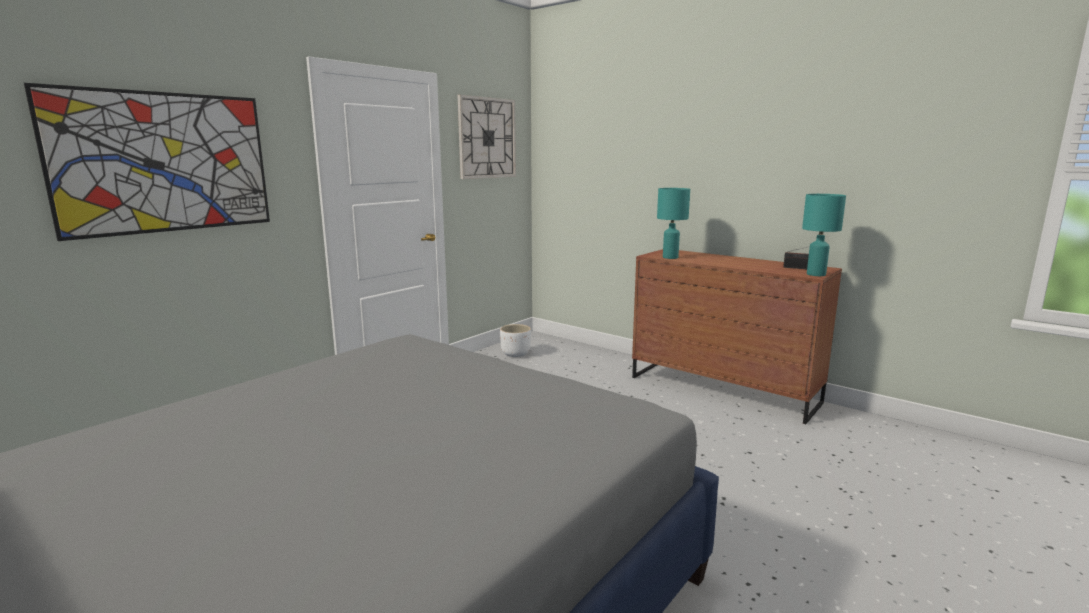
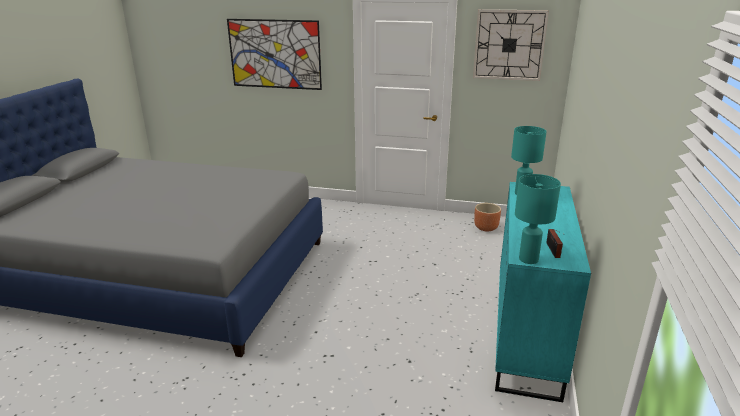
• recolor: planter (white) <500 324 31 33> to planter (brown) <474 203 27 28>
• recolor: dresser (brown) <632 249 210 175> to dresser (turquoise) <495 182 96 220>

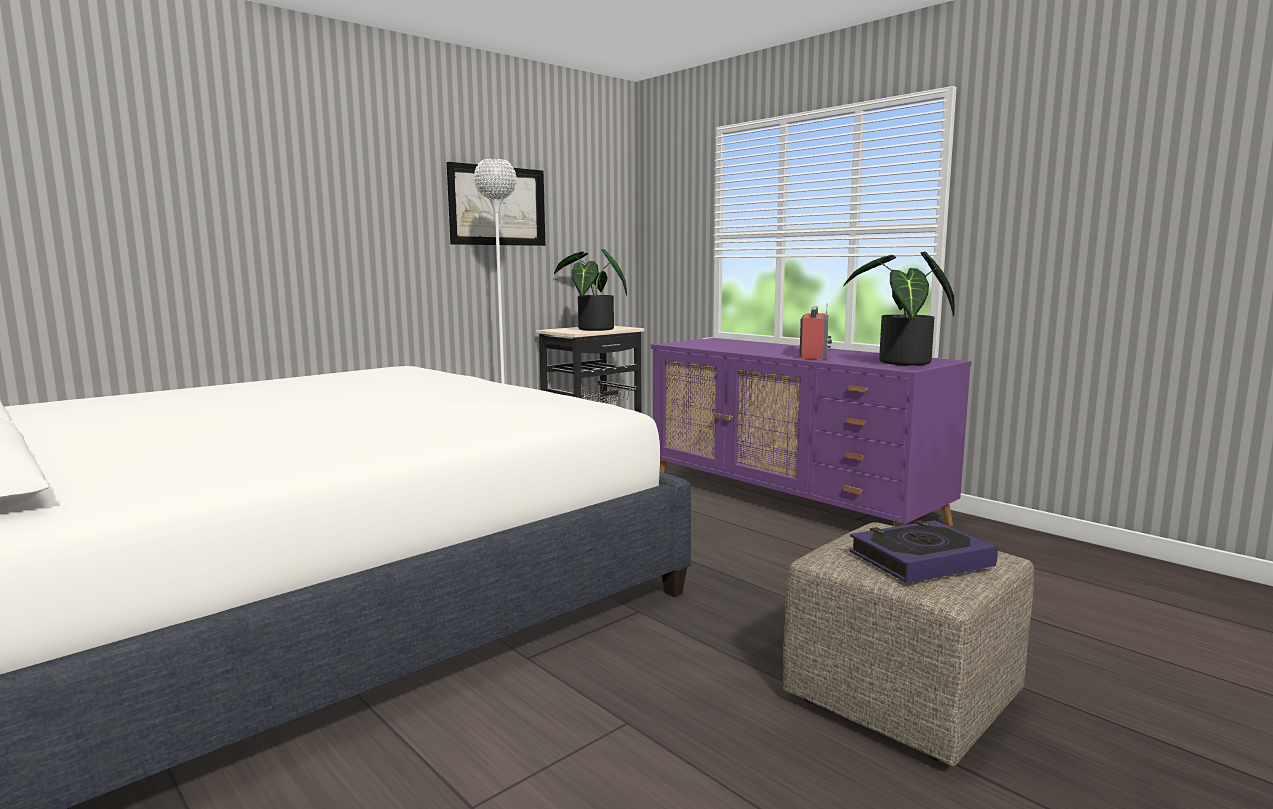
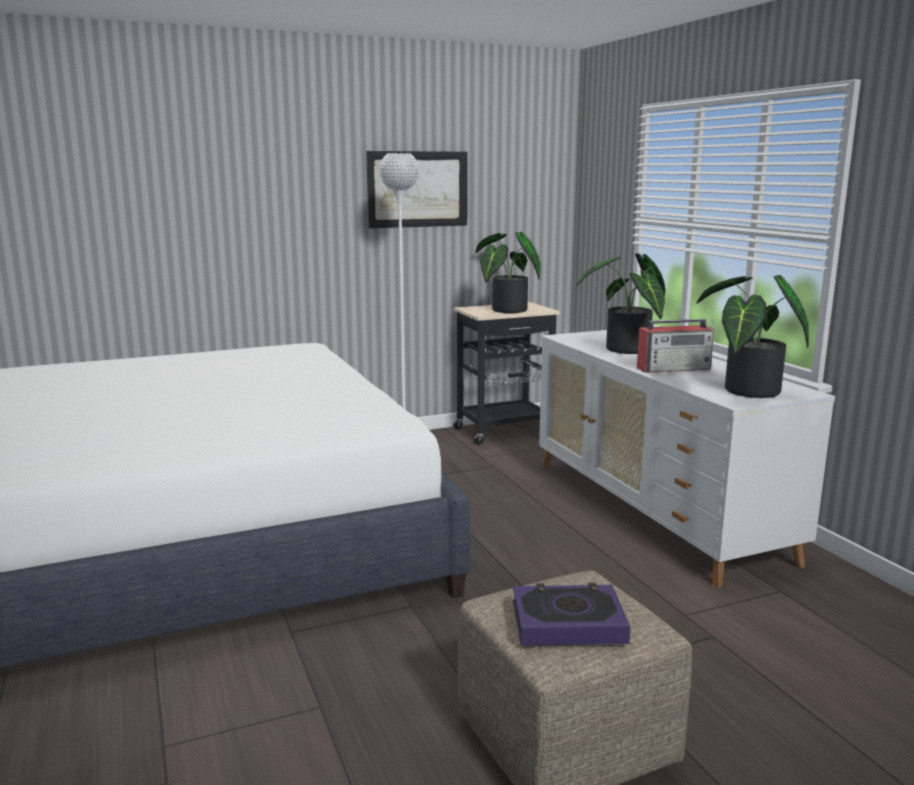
• recolor: dresser (purple) <651 338 320 189> to dresser (white) <539 330 296 259>
• insert: potted plant <577 253 88 101>
• rotate: radio <799 303 33 57> = <637 318 77 55> 45 degrees clockwise

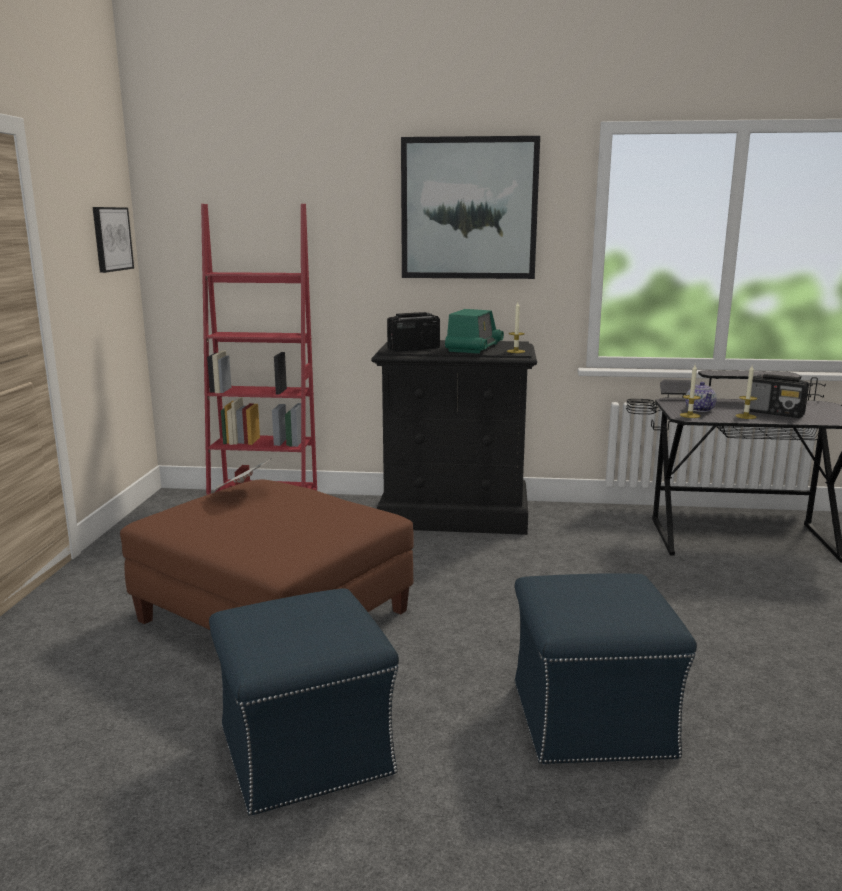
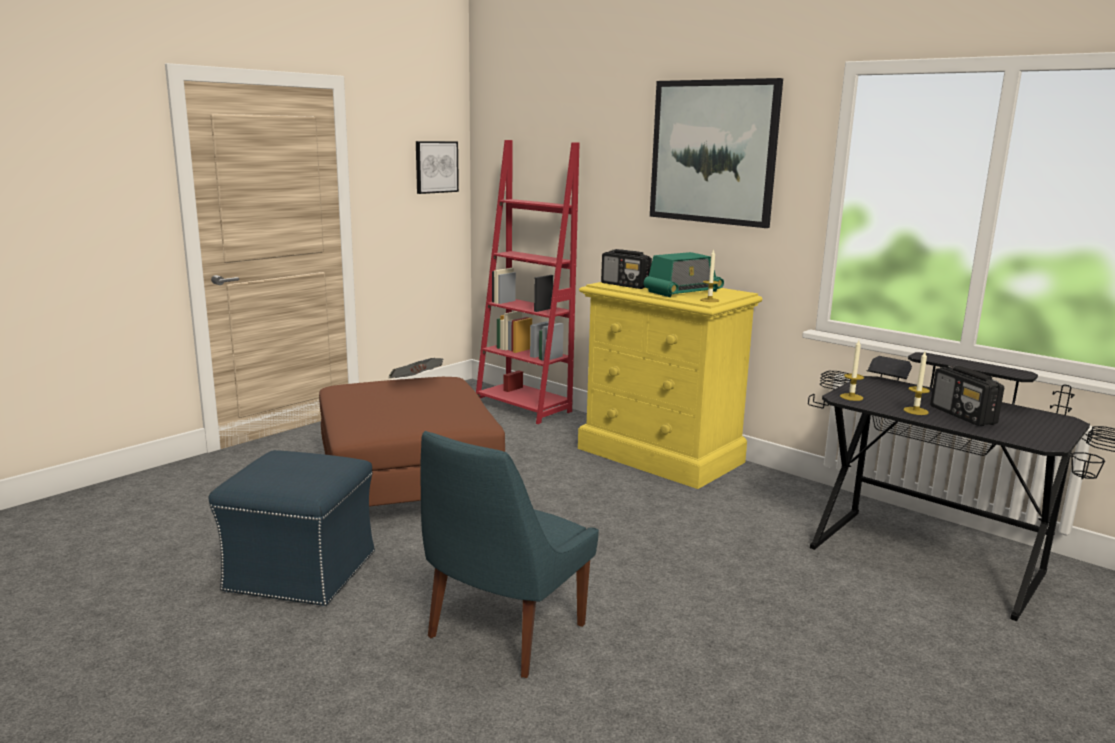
• replace: ottoman (blue) <514 573 183 192> to chair (blue) <420 431 179 247>
• recolor: dresser (black) <371 340 166 195> to dresser (yellow) <578 282 184 207>
• rotate: radio <387 312 53 40> = <601 249 51 40> 150 degrees counterclockwise
• delete: teapot <685 382 32 30>

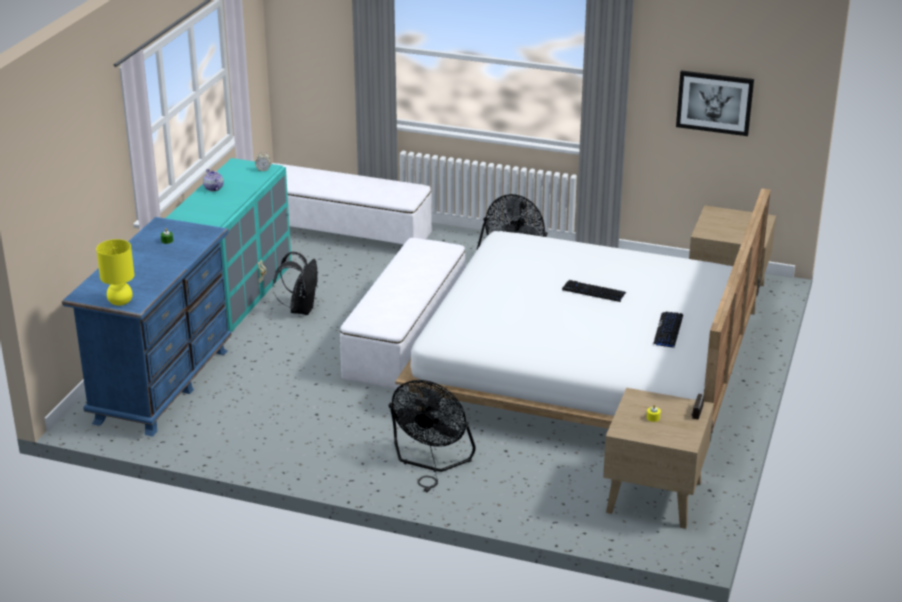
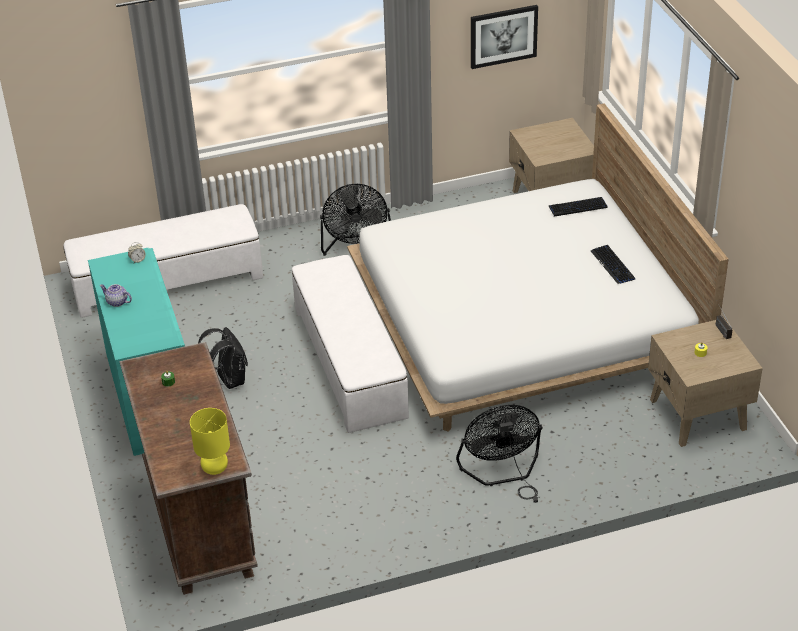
• recolor: dresser (blue) <62 217 170 220> to dresser (brown) <119 342 139 253>
• move: keyboard <562 280 64 22> to <549 197 58 20>

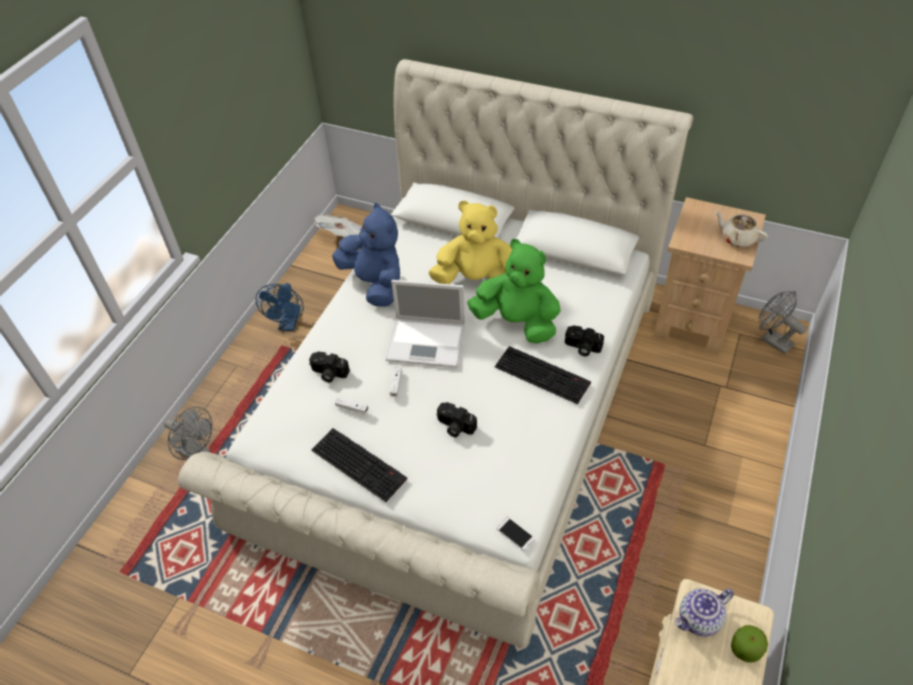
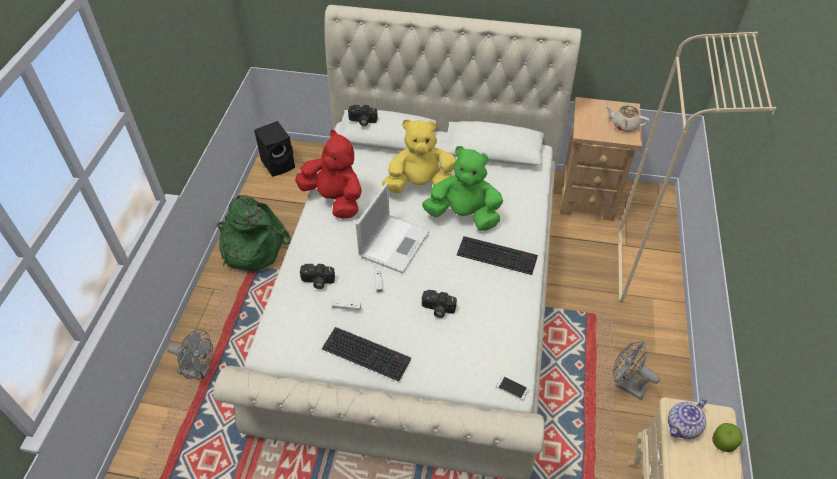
• replace: fan (blue) <256 283 48 48> to backpack (green) <217 195 74 76>
• replace: newspaper <314 215 48 22> to speaker (black) <254 121 41 56>
• recolor: plush toy (blue) <332 203 68 104> to plush toy (red) <295 130 67 89>
• move: photo camera <565 325 39 31> to <348 105 30 21>
• rotate: laptop <386 280 79 87> = <356 183 74 91> 60 degrees counterclockwise
• move: fan (grey) <758 291 48 63> to <613 341 47 59>
• insert: clothes rack (beige) <618 32 158 270>

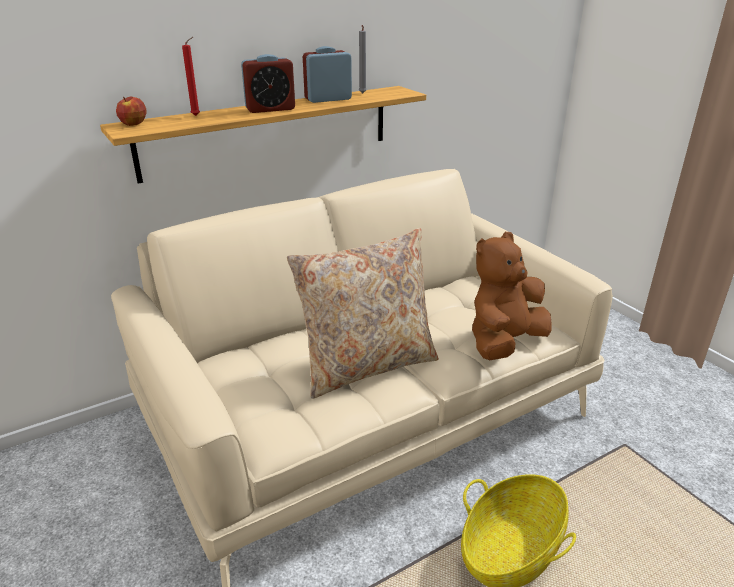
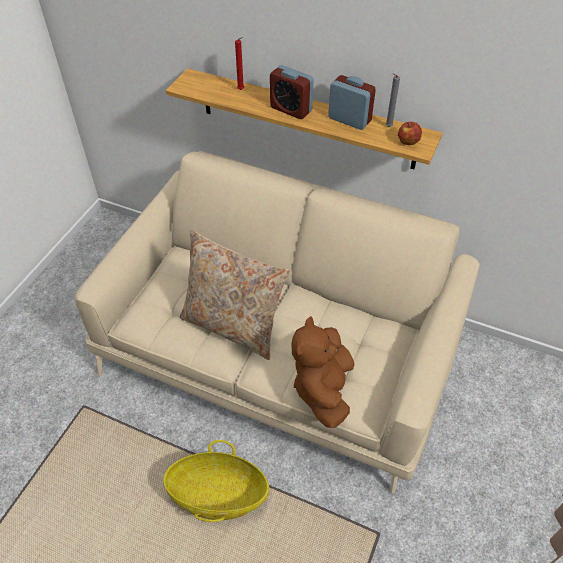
• rotate: plush toy (brown) <472 232 80 128> = <291 316 64 112> 90 degrees counterclockwise
• move: apple <116 96 31 30> to <398 122 24 23>

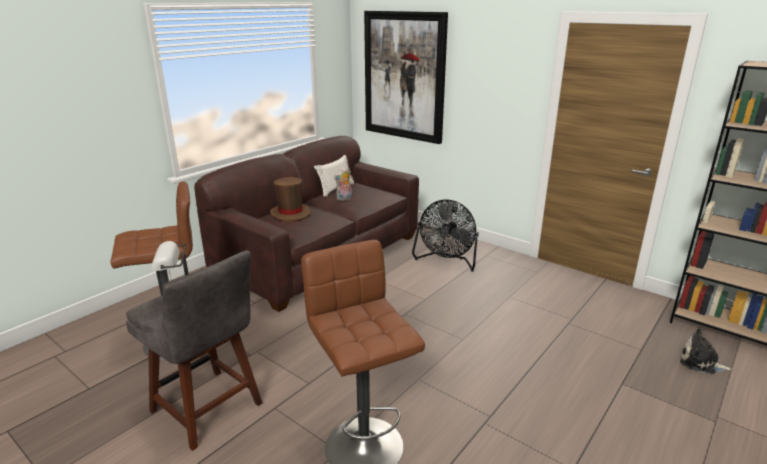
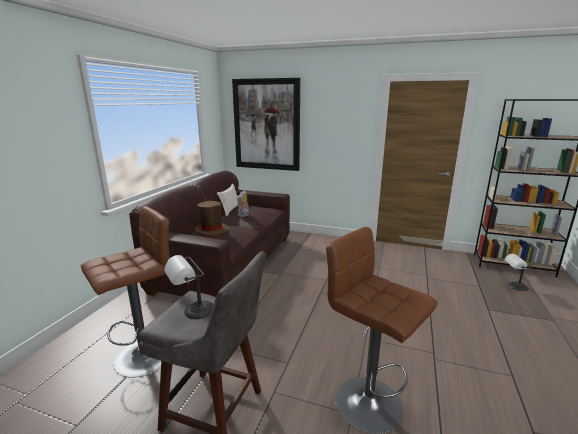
• replace: plush toy <680 328 53 46> to table lamp <504 254 29 37>
• delete: fan (black) <412 200 67 72>

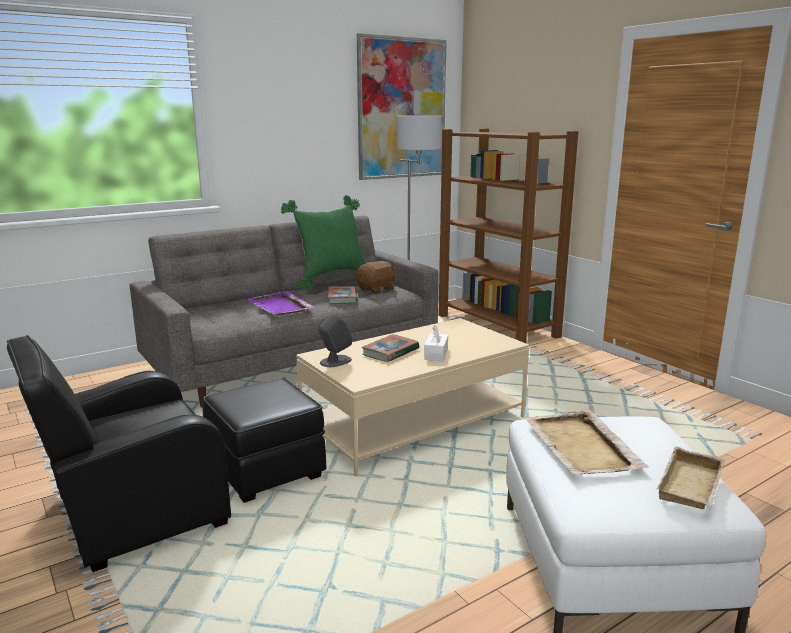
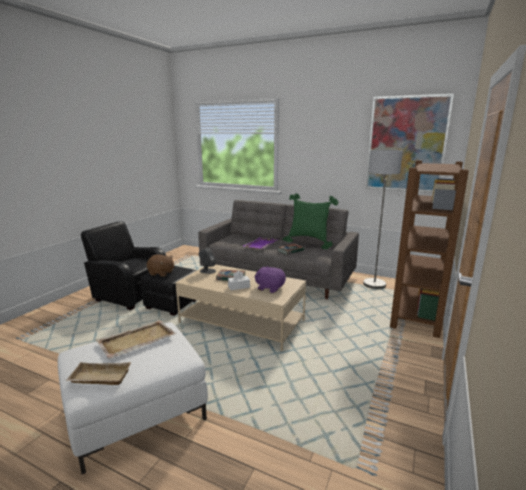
• move: plush toy (brown) <356 261 40 33> to <147 255 27 22>
• insert: plush toy (purple) <254 266 32 27>

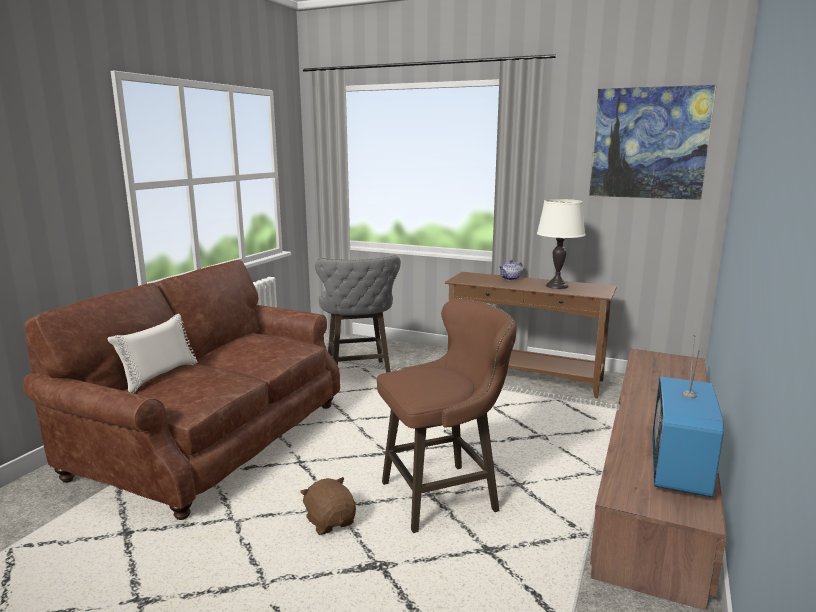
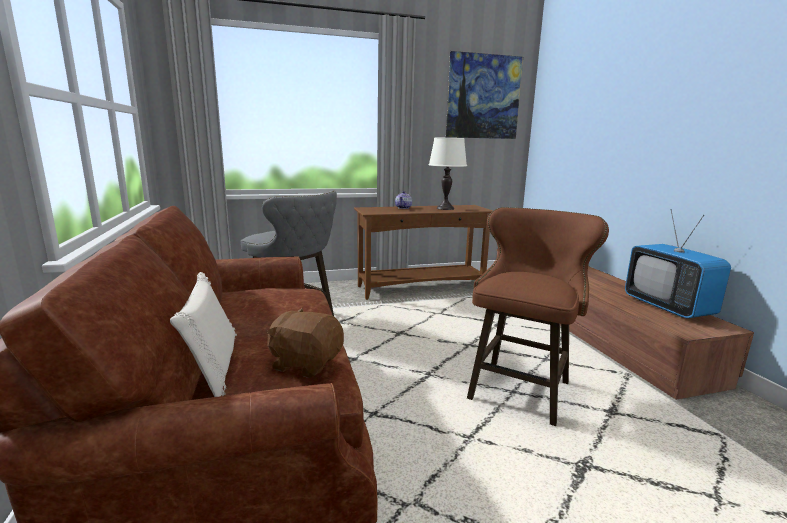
• move: plush toy (brown) <300 477 56 58> to <267 308 77 70>

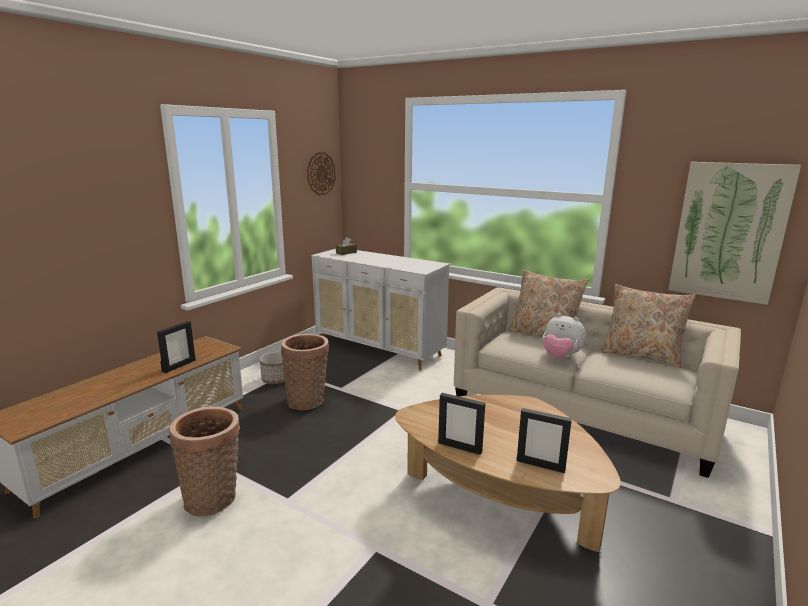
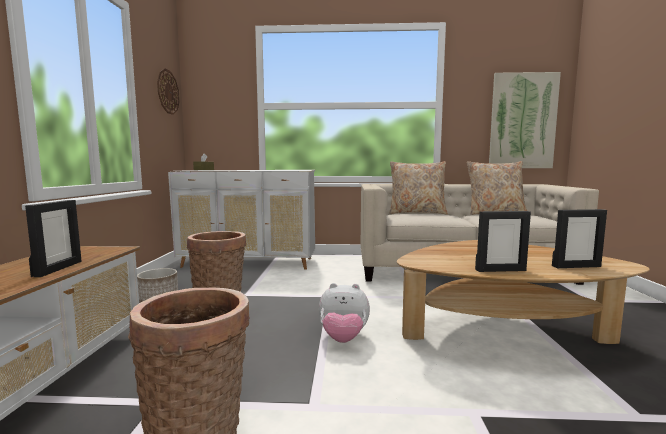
• move: plush toy <543 313 43 45> to <319 283 51 60>

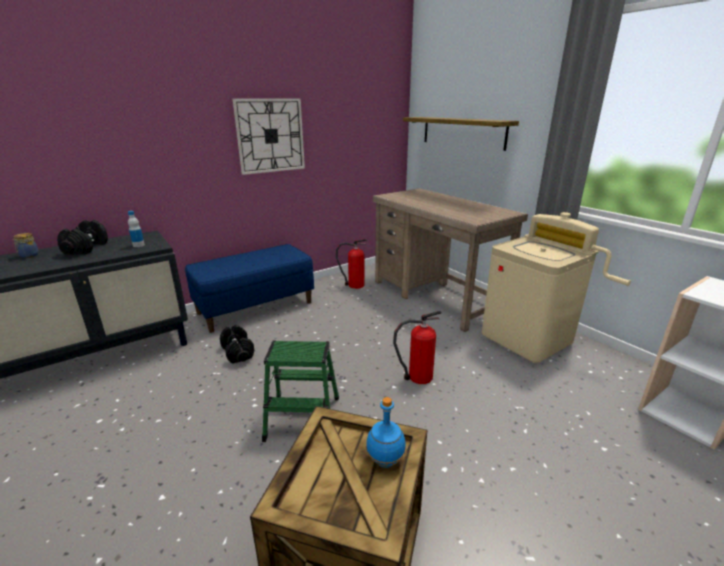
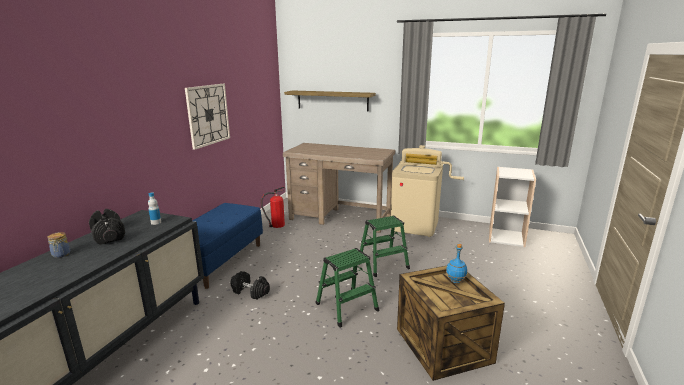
• replace: fire extinguisher <393 311 48 73> to step ladder (green) <360 216 50 61>

